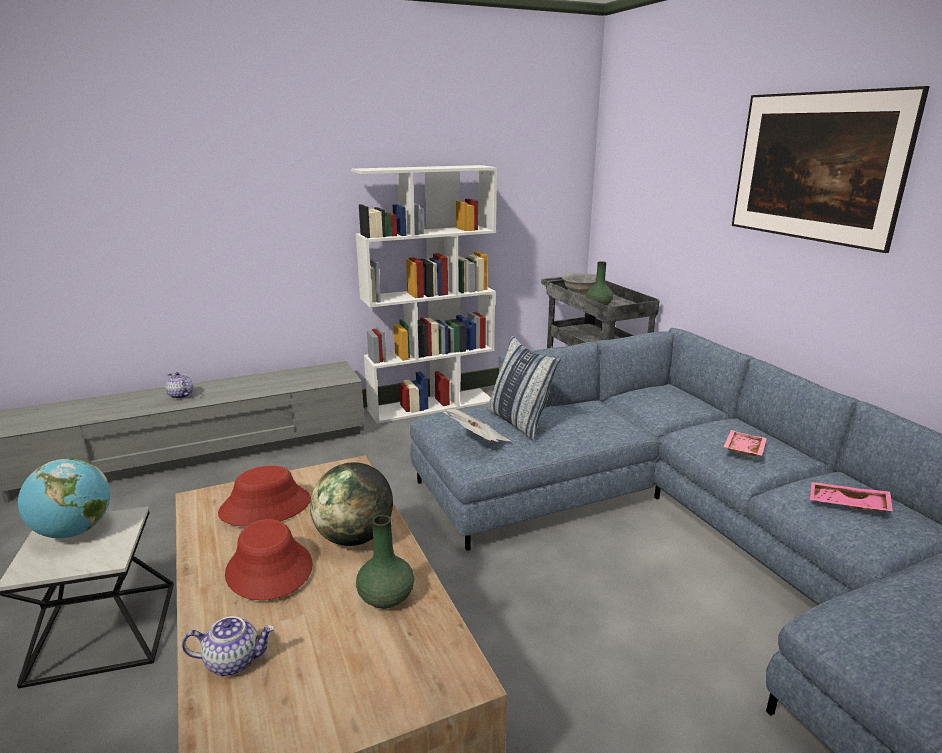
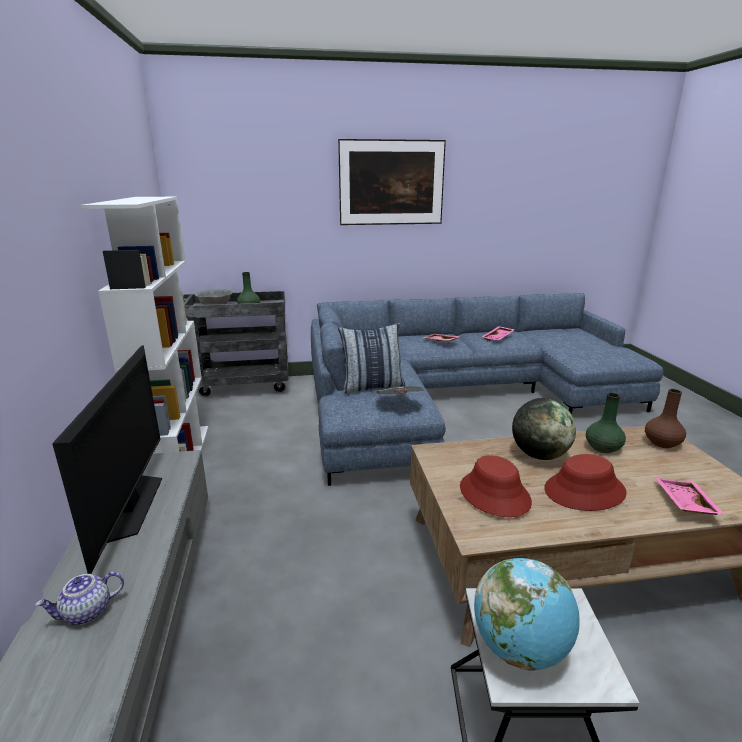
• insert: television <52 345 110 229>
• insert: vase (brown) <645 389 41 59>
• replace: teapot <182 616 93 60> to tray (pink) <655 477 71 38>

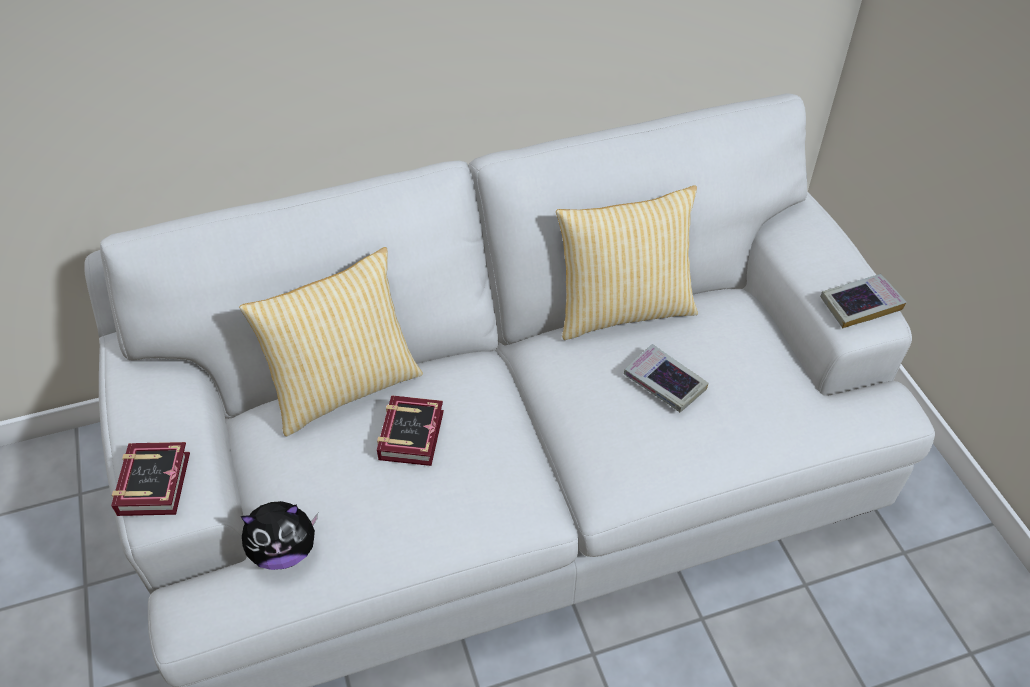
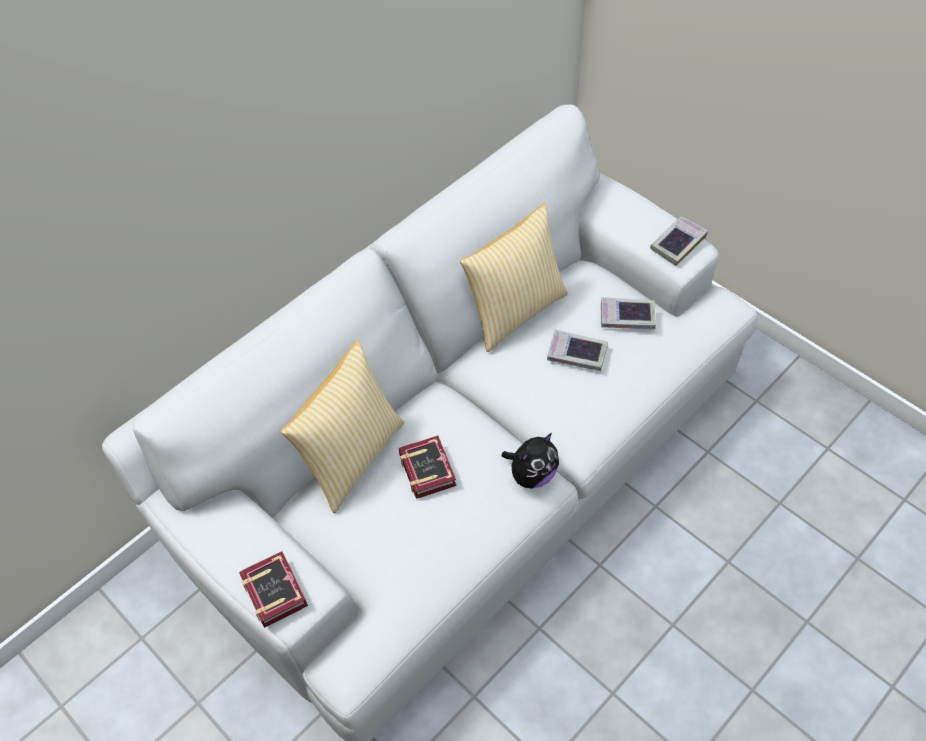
• move: plush toy <241 501 77 69> to <502 433 57 56>
• insert: book <601 297 55 32>

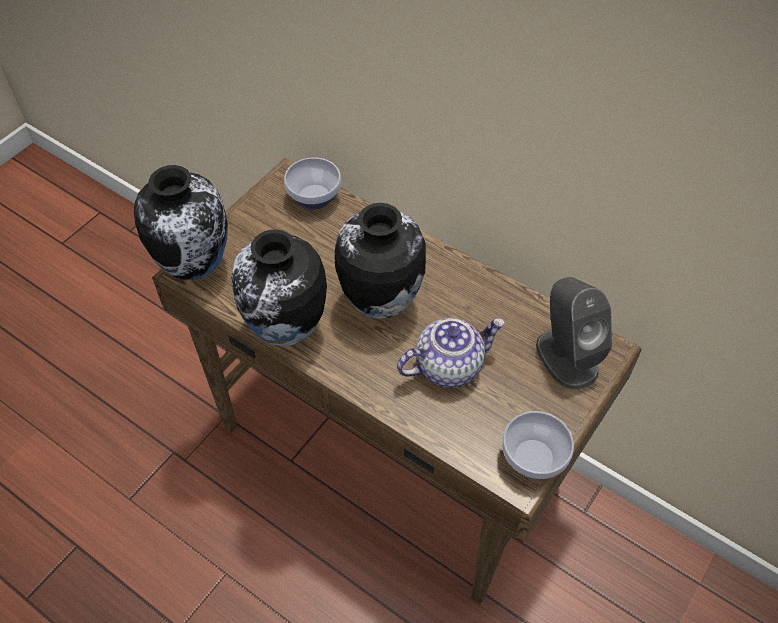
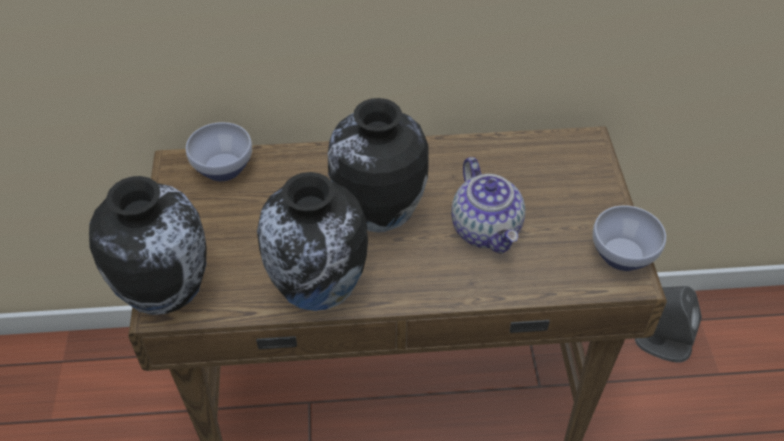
• rotate: teapot <397 318 108 70> = <451 157 74 97> 135 degrees clockwise
• move: speaker (grey) <536 277 76 113> to <635 286 67 77>

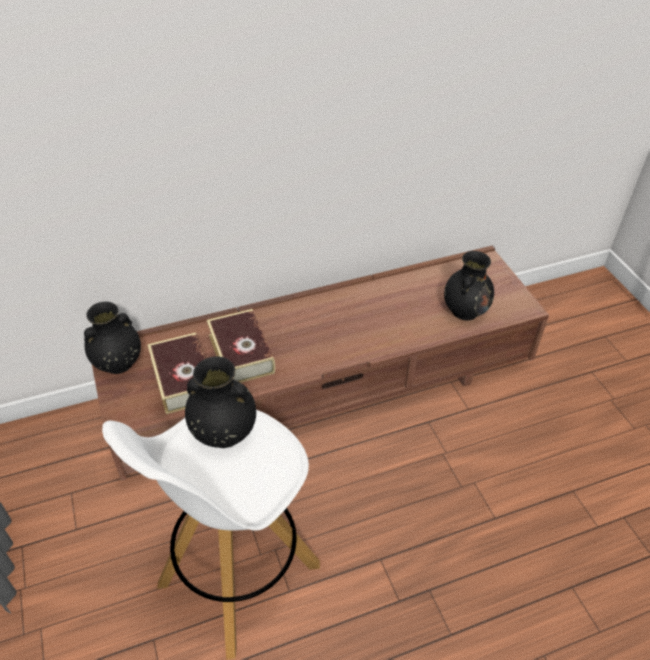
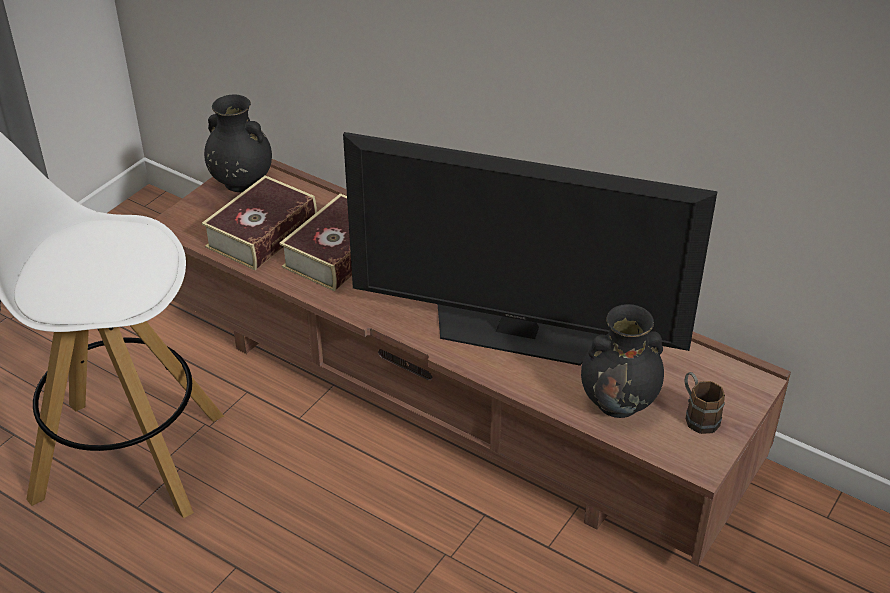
• insert: television <343 132 375 234>
• insert: mug (brown) <685 372 40 62>
• delete: vase (black) <185 356 71 92>

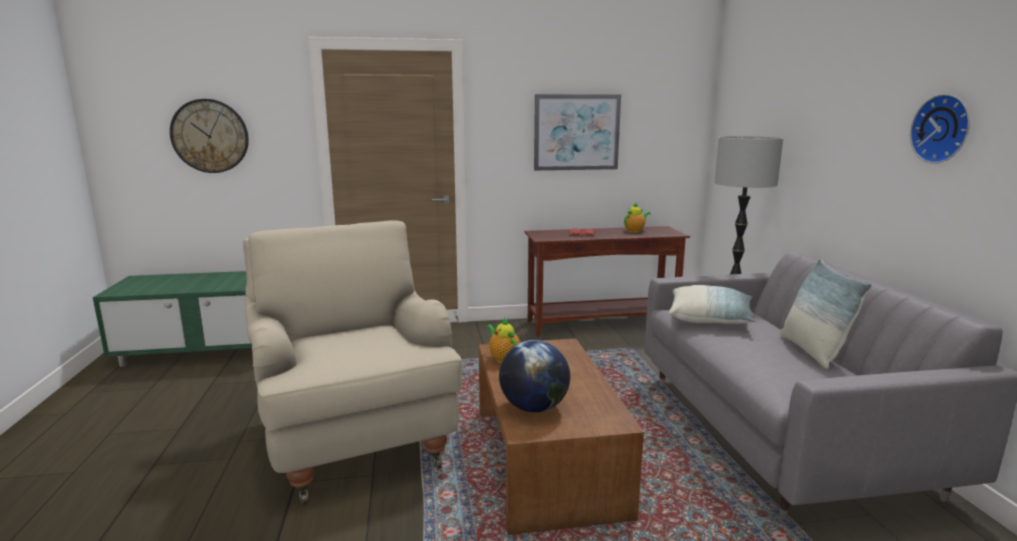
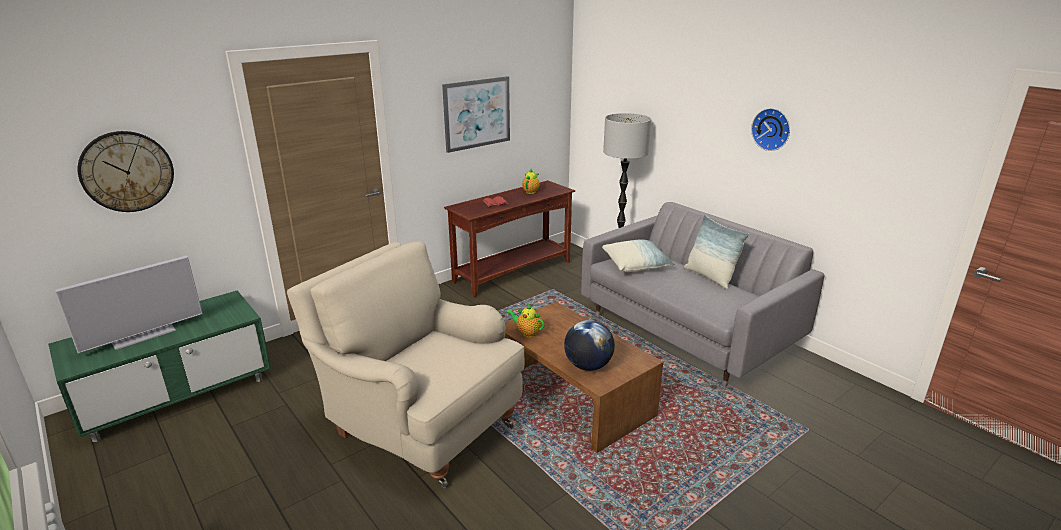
• insert: television <55 255 148 99>

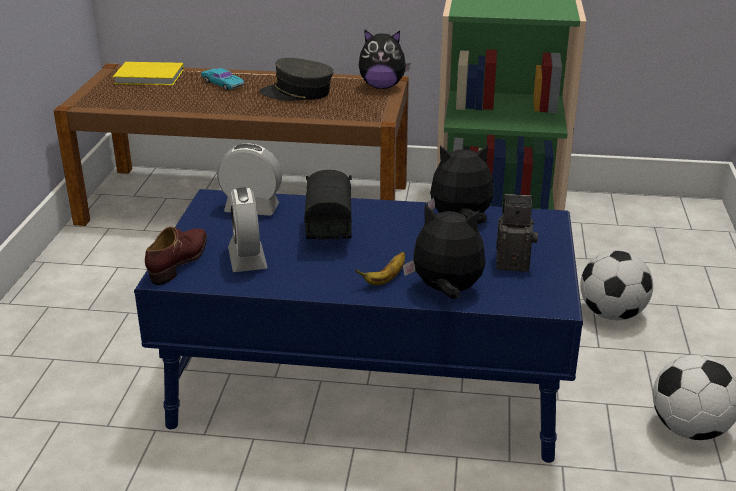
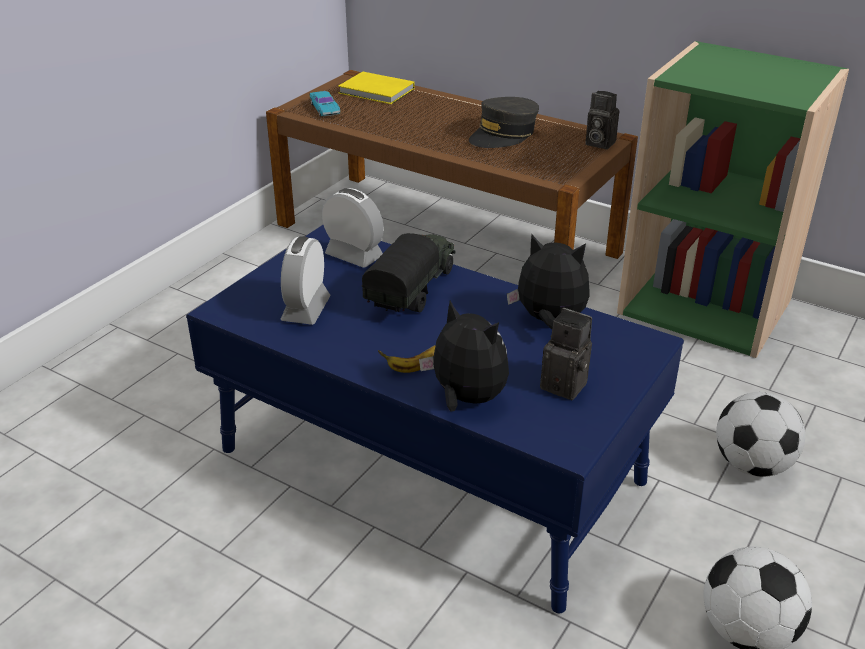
• move: toy car (turquoise) <201 68 44 22> to <310 91 30 26>
• rotate: cap (grey) <259 58 75 43> = <469 97 70 51> 75 degrees counterclockwise
• replace: plush toy <359 29 51 60> to photo camera <586 91 33 58>
• delete: shoe (brown) <145 227 62 58>

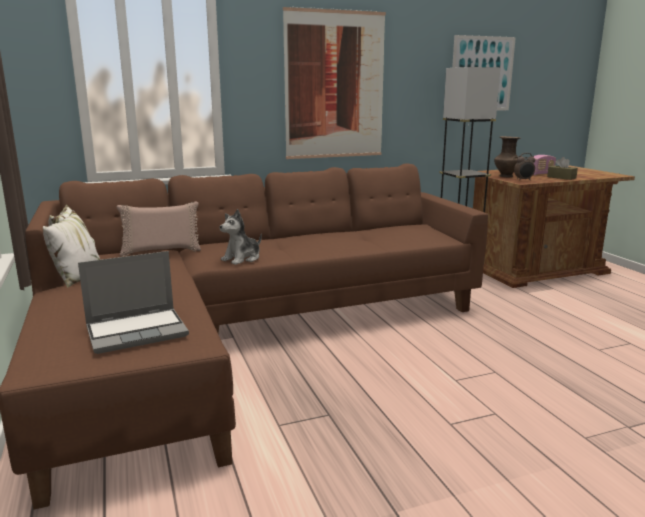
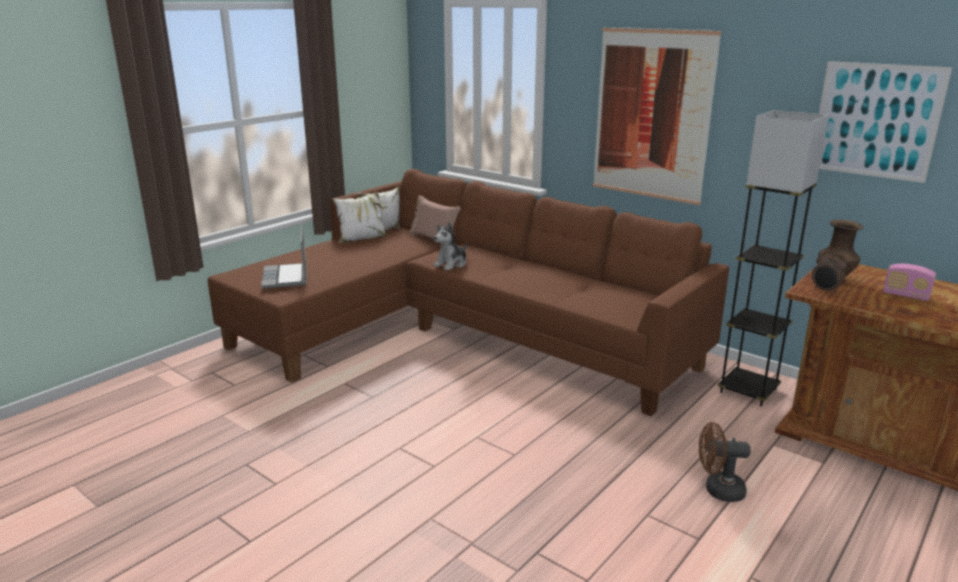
• rotate: laptop <78 251 111 103> = <261 225 45 64> 45 degrees clockwise
• rotate: plush toy <220 209 42 56> = <433 222 34 48> 60 degrees counterclockwise
• insert: fan (brown) <699 422 52 80>
• delete: tissue box (brown) <547 157 31 23>

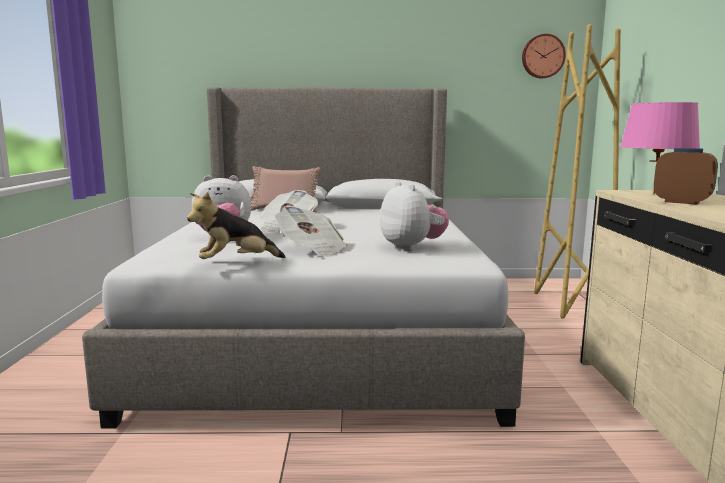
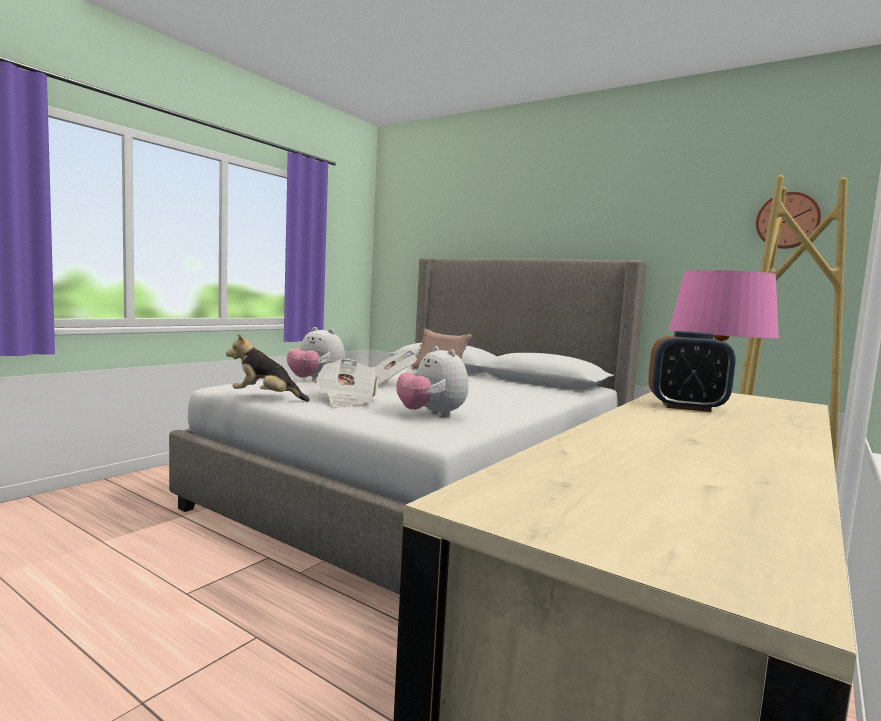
• rotate: plush toy <380 181 69 70> = <396 346 72 72> 135 degrees clockwise
• rotate: alarm clock <654 148 64 57> = <648 331 87 81> 120 degrees clockwise

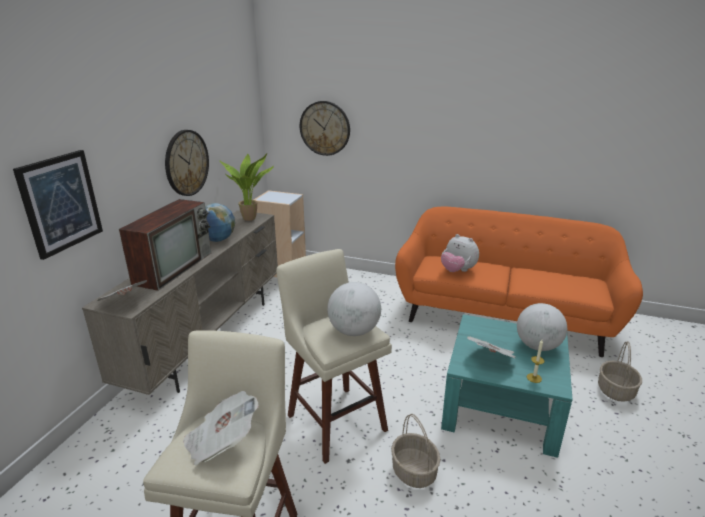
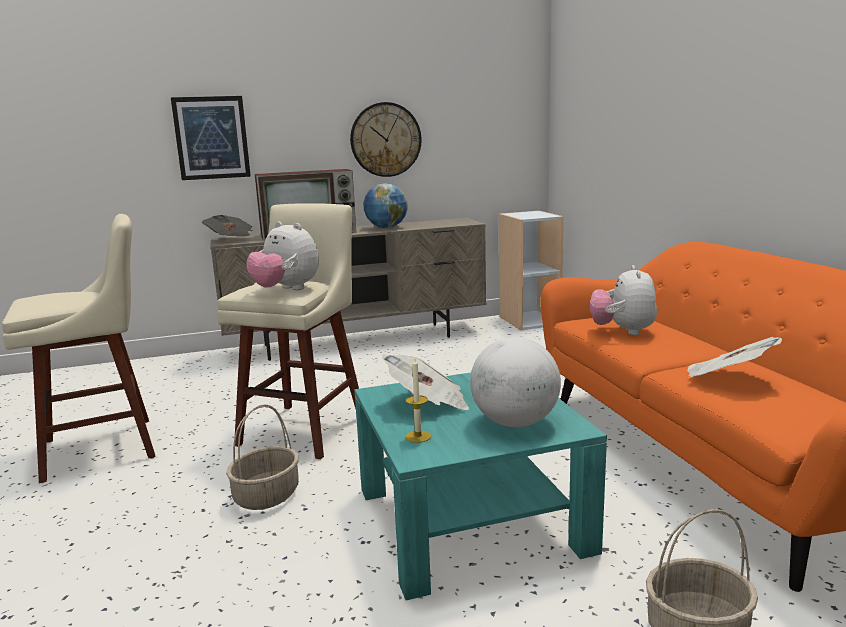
• replace: globe <327 282 54 54> to plush toy <246 221 73 69>
• move: newspaper <183 391 76 75> to <688 337 94 41>
• delete: potted plant <219 154 55 67>
• delete: wall clock <300 101 50 55>

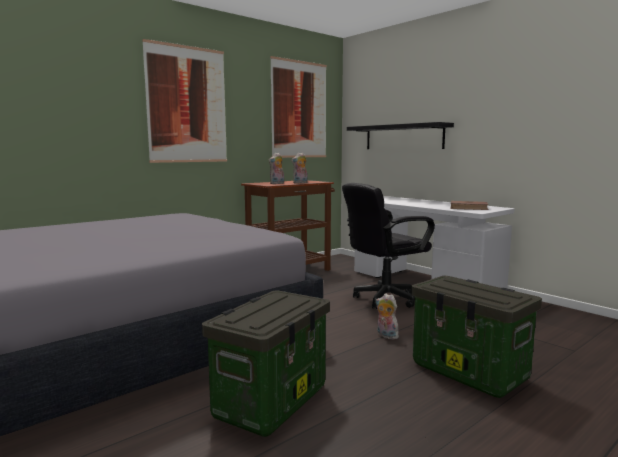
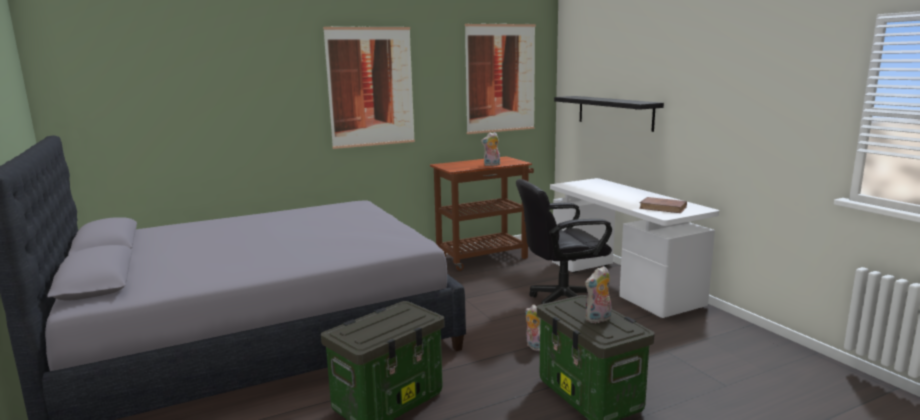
• move: plush toy <269 153 15 31> to <585 266 27 57>

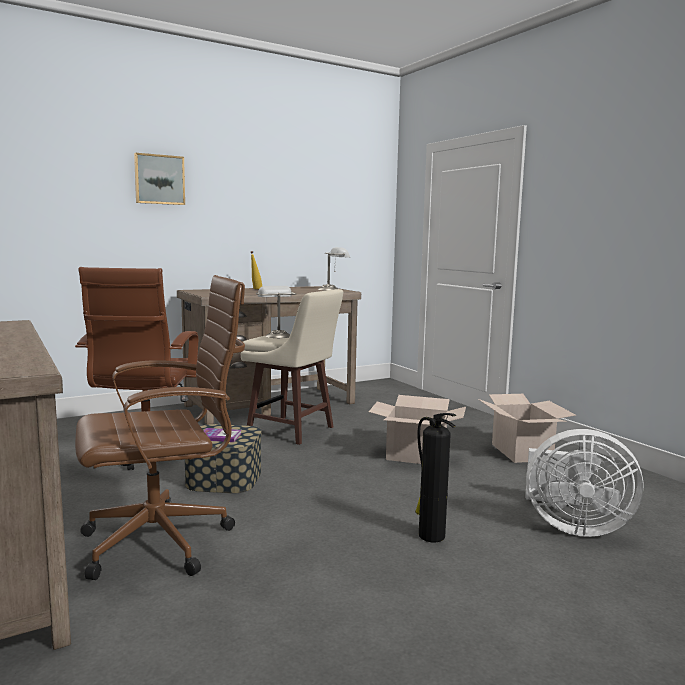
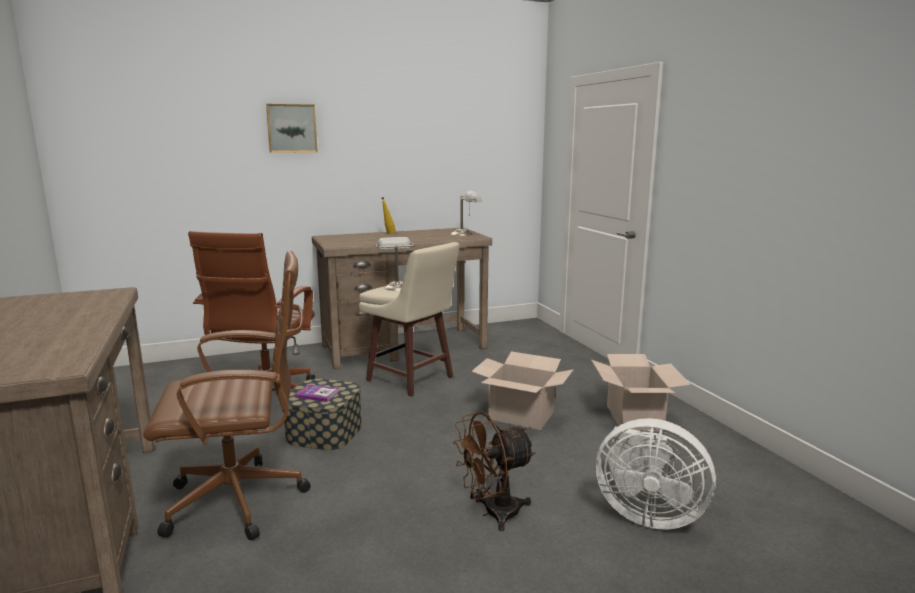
• replace: fire extinguisher <415 413 41 129> to fan (brown) <453 412 82 119>

